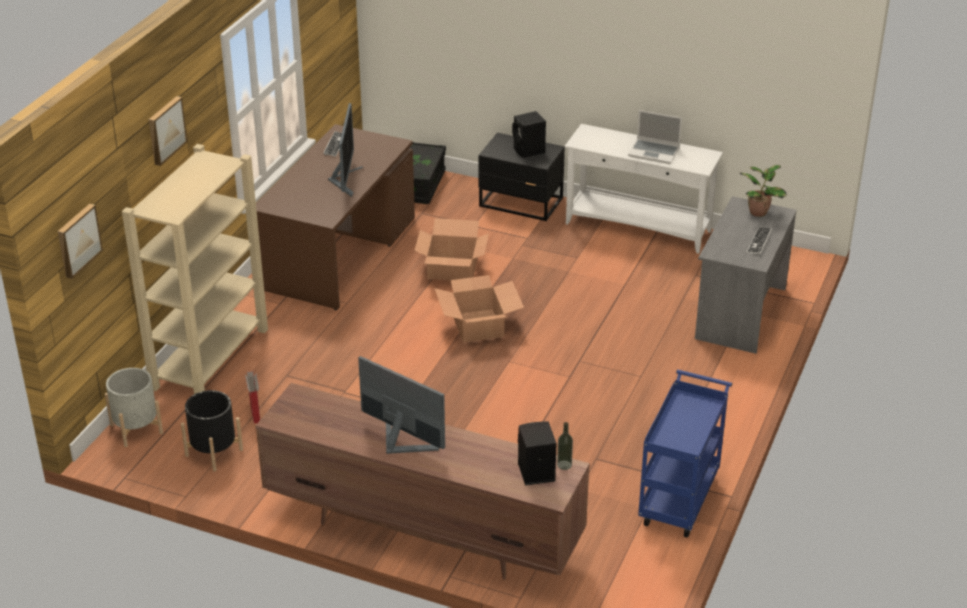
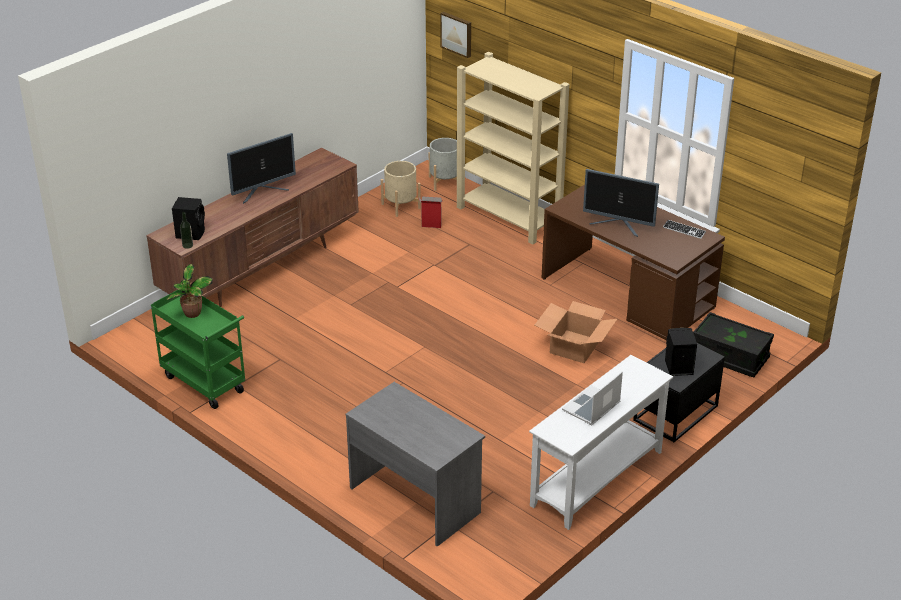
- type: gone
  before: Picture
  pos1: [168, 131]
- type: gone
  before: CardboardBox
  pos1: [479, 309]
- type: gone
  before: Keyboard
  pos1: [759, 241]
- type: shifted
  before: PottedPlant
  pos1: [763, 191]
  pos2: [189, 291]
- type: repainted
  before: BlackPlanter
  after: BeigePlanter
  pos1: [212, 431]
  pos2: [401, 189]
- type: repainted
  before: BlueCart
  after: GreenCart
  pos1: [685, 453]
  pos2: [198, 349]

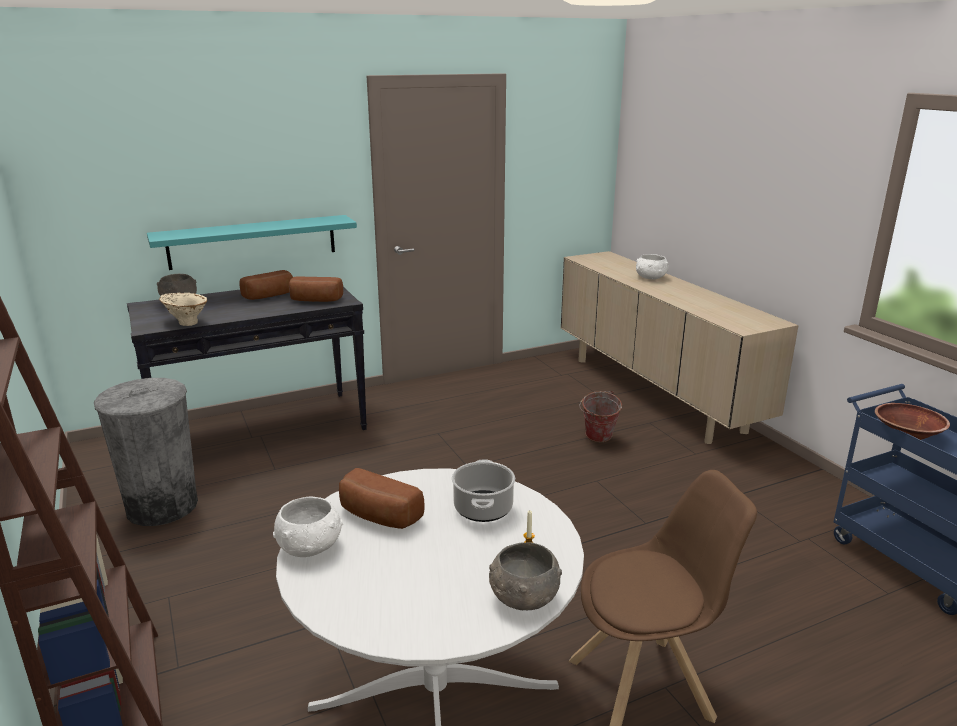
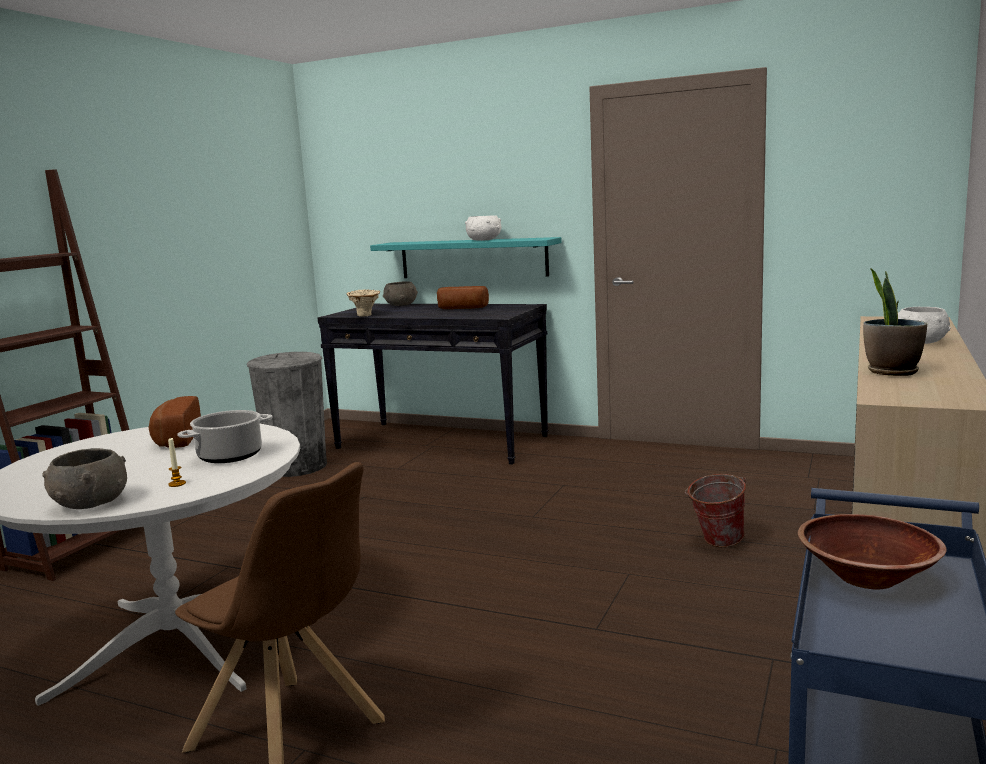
- type: gone
  before: Bread
  pos1: [316, 289]
- type: new
  after: PottedPlant
  pos2: [895, 322]
- type: shifted
  before: WhiteBowl
  pos1: [308, 526]
  pos2: [483, 228]

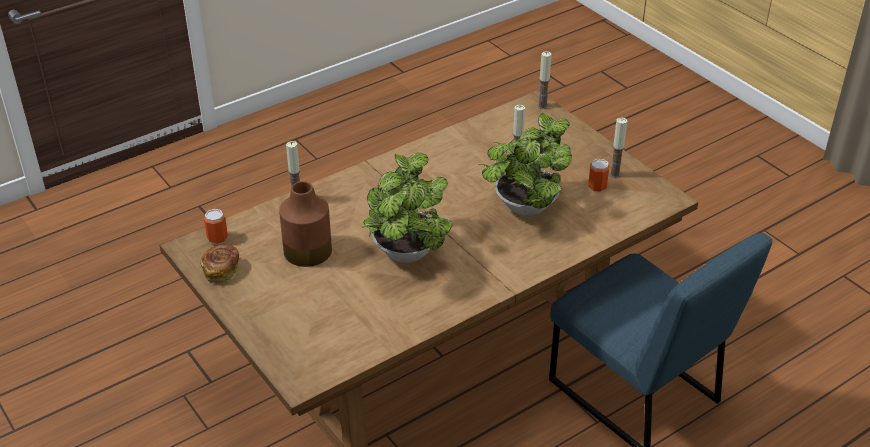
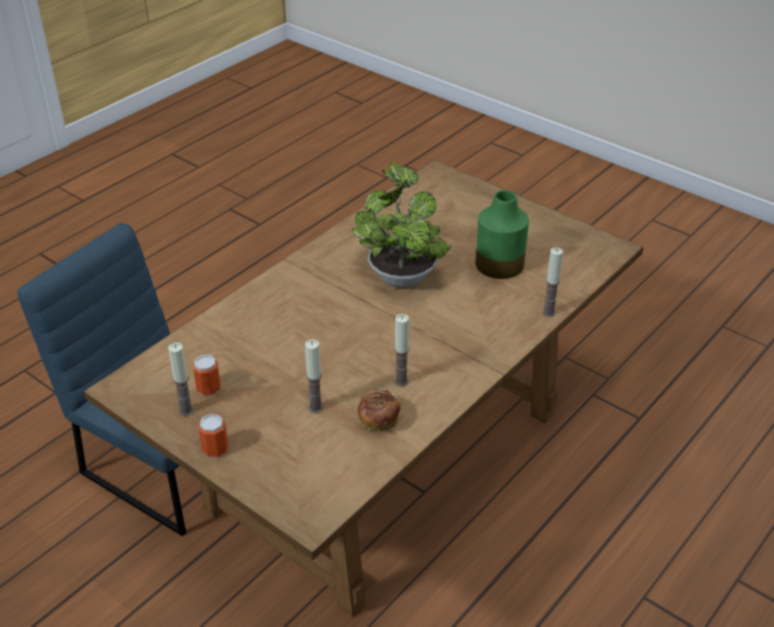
- type: gone
  before: PottedPlant
  pos1: [524, 164]
- type: shifted
  before: Bread
  pos1: [219, 263]
  pos2: [379, 409]
- type: shifted
  before: Can
  pos1: [216, 226]
  pos2: [213, 436]
- type: shifted
  before: Candle
  pos1: [544, 80]
  pos2: [401, 350]
- type: repainted
  before: BrownVase
  after: GreenVase
  pos1: [305, 224]
  pos2: [502, 234]

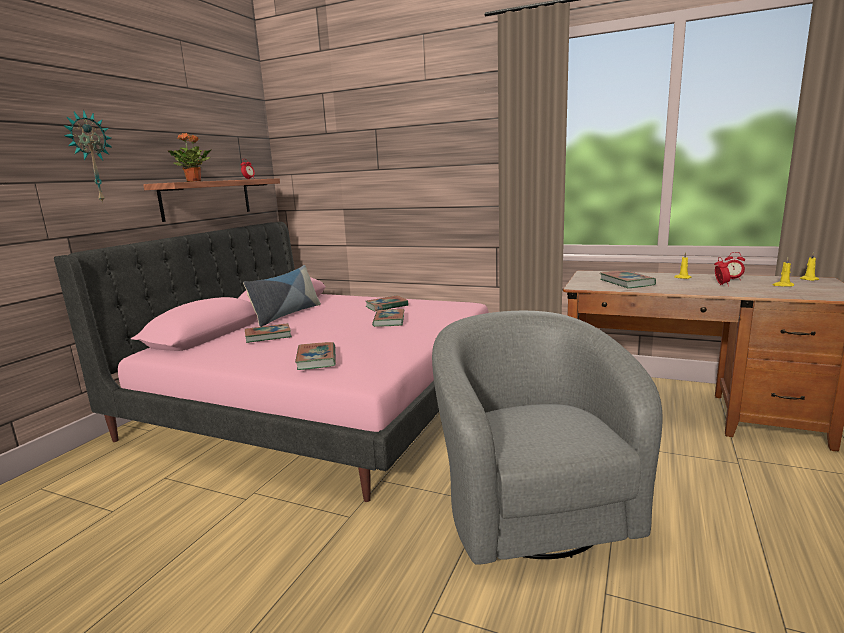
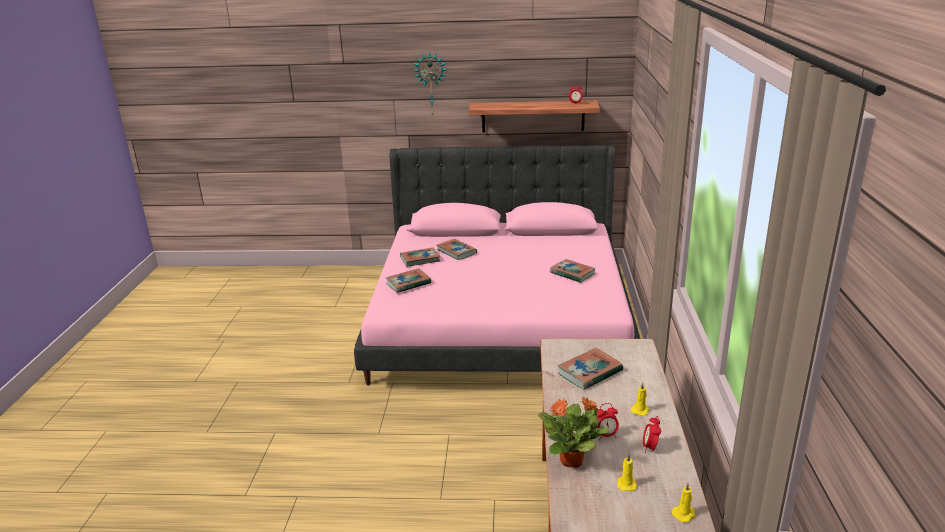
- type: gone
  before: Pillow
  pos1: [282, 296]
- type: gone
  before: GreyArmchair
  pos1: [547, 438]
- type: shifted
  before: PottedPlant
  pos1: [189, 157]
  pos2: [573, 432]
- type: shifted
  before: Book
  pos1: [388, 318]
  pos2: [420, 257]

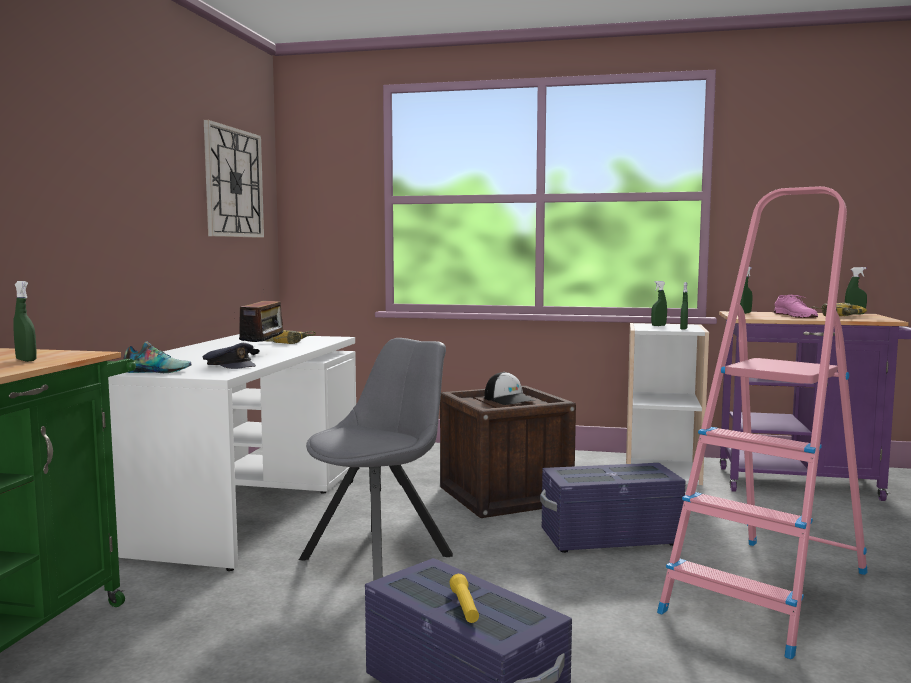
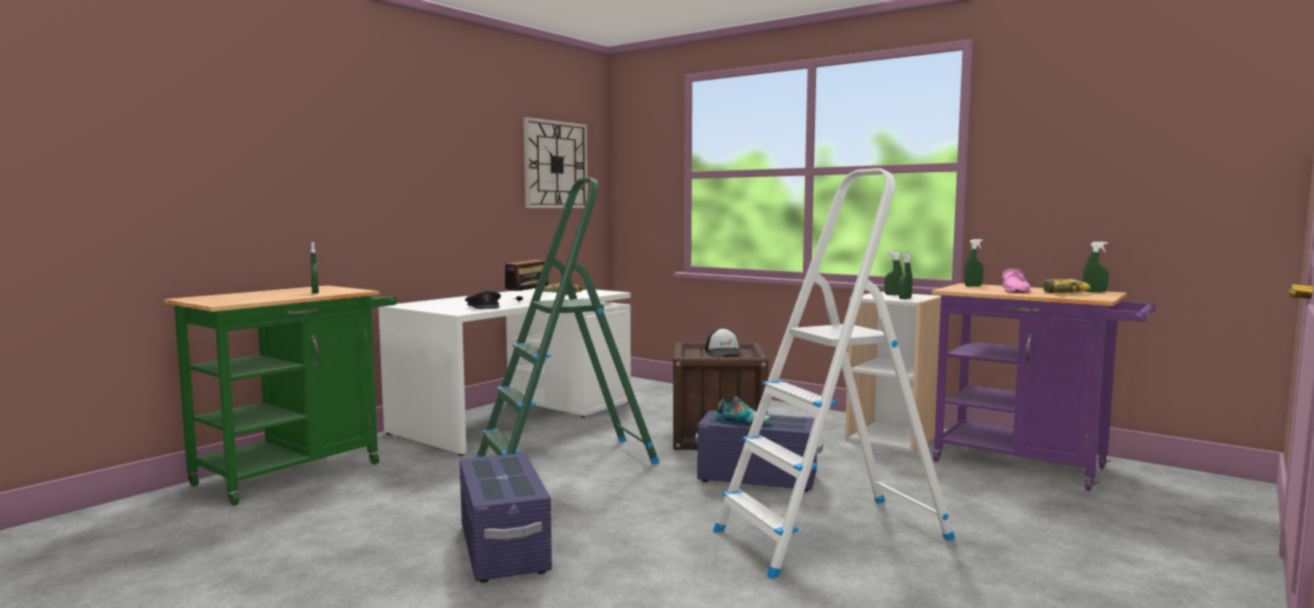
- type: gone
  before: YellowFlashlight
  pos1: [464, 598]
- type: shifted
  before: Shoe
  pos1: [157, 357]
  pos2: [743, 410]
- type: swapped
  before: GreyChair
  after: GreenStepLadder
  pos1: [376, 459]
  pos2: [568, 320]
- type: repainted
  before: PinkStepLadder
  after: WhiteStepLadder
  pos1: [762, 422]
  pos2: [834, 373]

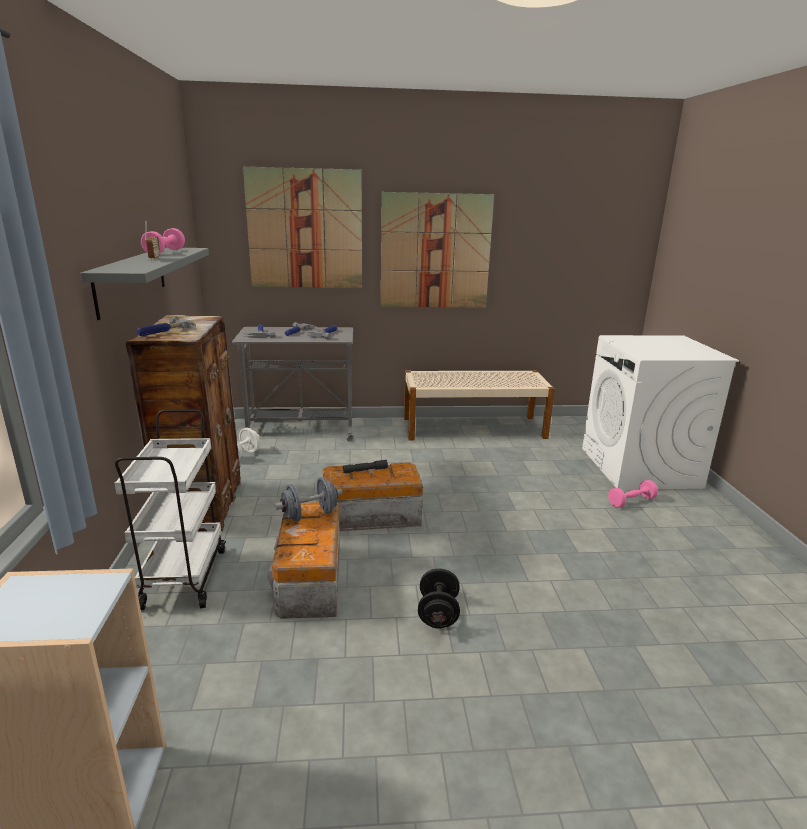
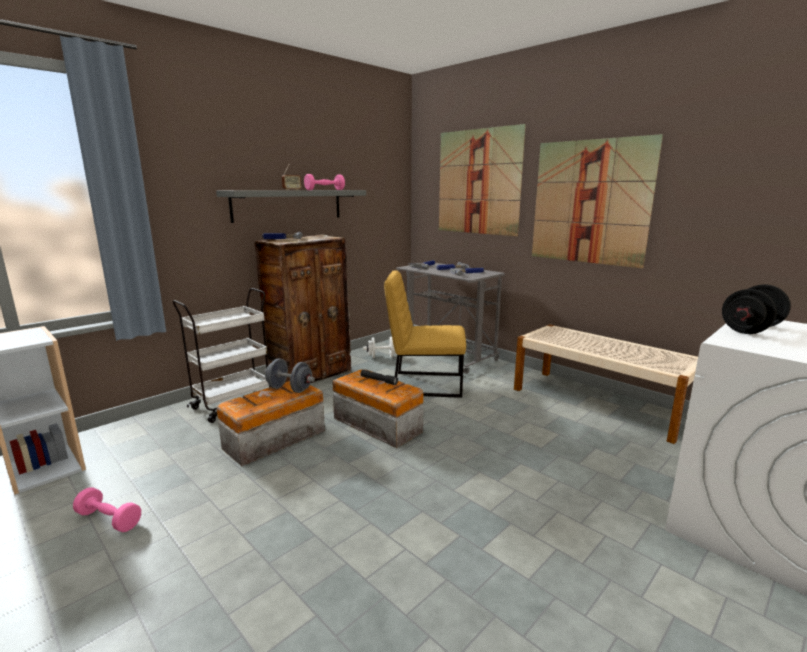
- type: new
  after: YellowChair
  pos2: [425, 334]
- type: shifted
  before: BlackDumbbell
  pos1: [439, 599]
  pos2: [756, 309]
- type: shifted
  before: PinkDumbbell
  pos1: [633, 494]
  pos2: [107, 510]

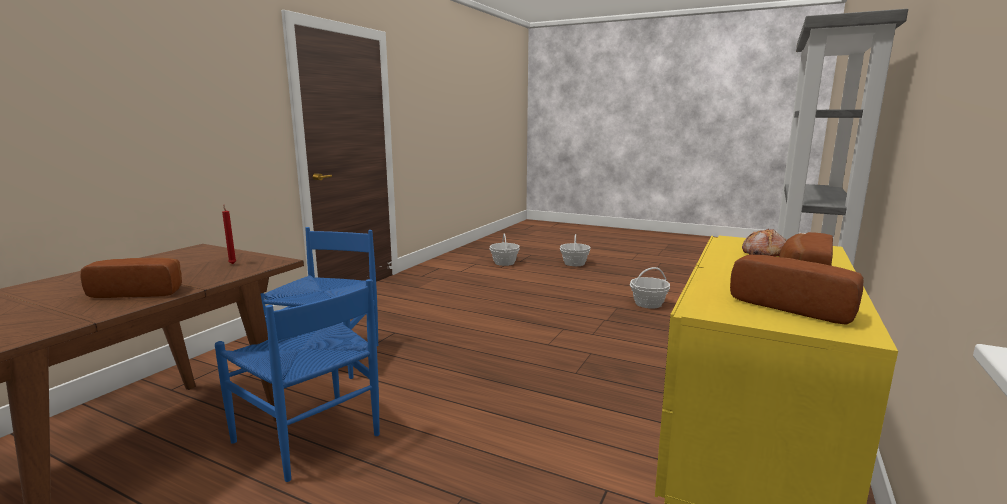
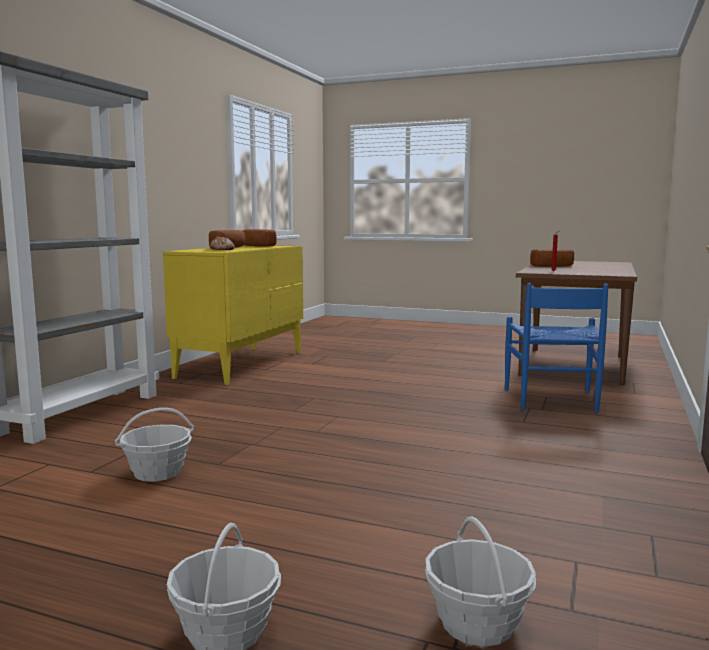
- type: gone
  before: BlueChair
  pos1: [297, 380]

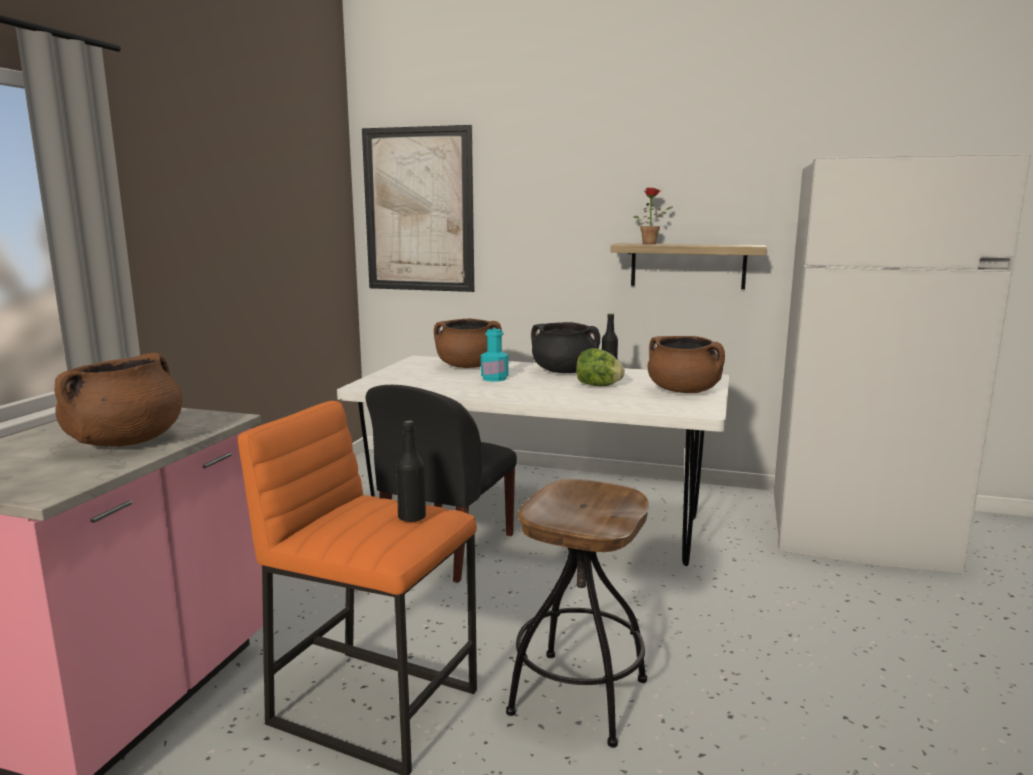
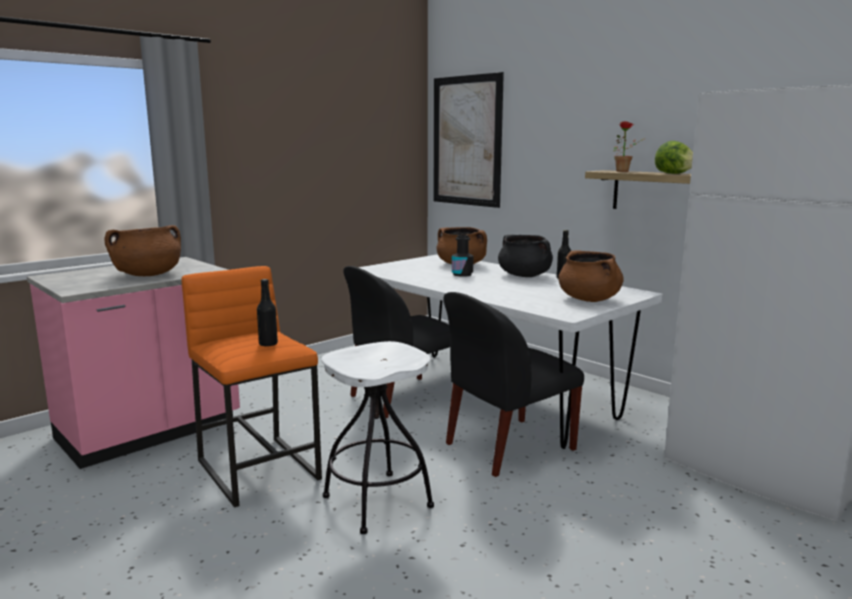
- type: new
  after: BlackChair
  pos2: [513, 384]
- type: shifted
  before: Lettuce
  pos1: [600, 367]
  pos2: [674, 157]
- type: repainted
  before: TurquoiseBottle
  after: BlackBottle
  pos1: [494, 355]
  pos2: [463, 256]
- type: repainted
  before: BrownStool
  after: WhiteStool
  pos1: [577, 613]
  pos2: [377, 437]

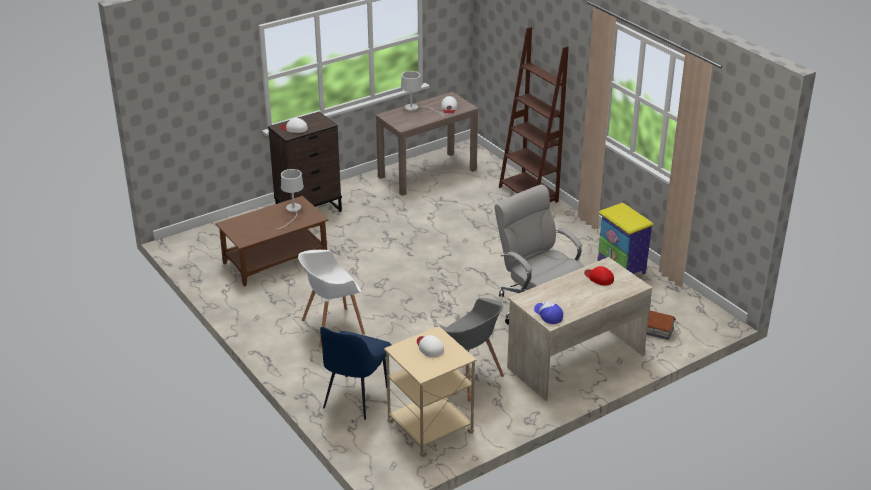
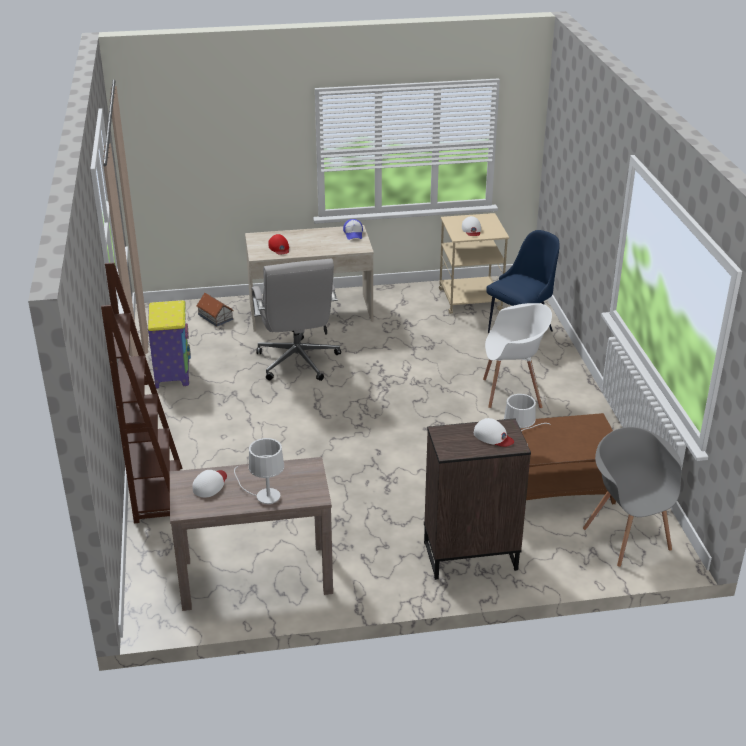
- type: shifted
  before: GreyChair
  pos1: [470, 350]
  pos2: [632, 497]

